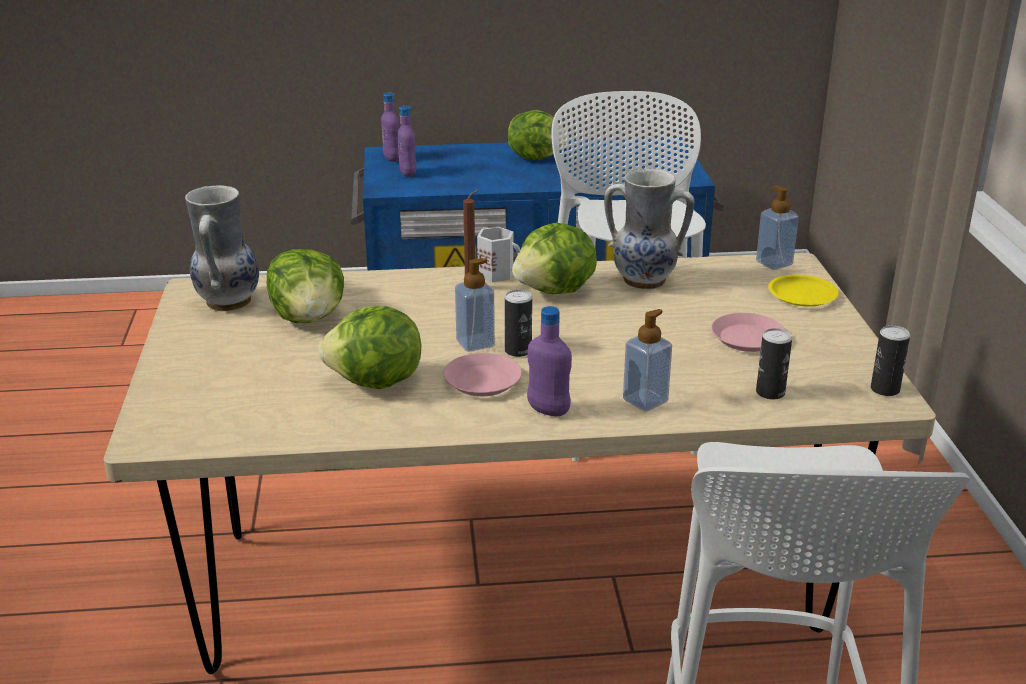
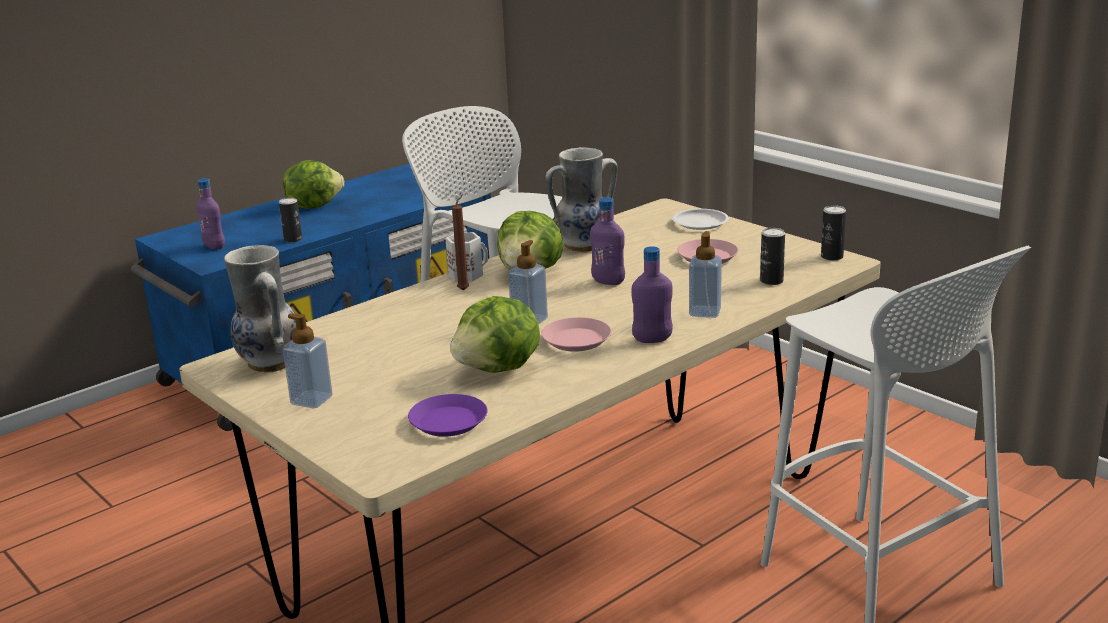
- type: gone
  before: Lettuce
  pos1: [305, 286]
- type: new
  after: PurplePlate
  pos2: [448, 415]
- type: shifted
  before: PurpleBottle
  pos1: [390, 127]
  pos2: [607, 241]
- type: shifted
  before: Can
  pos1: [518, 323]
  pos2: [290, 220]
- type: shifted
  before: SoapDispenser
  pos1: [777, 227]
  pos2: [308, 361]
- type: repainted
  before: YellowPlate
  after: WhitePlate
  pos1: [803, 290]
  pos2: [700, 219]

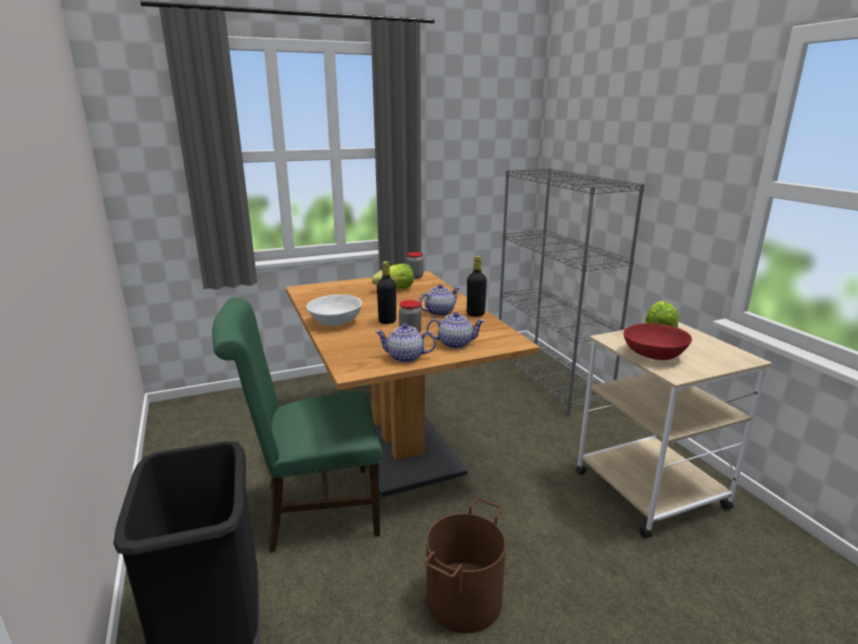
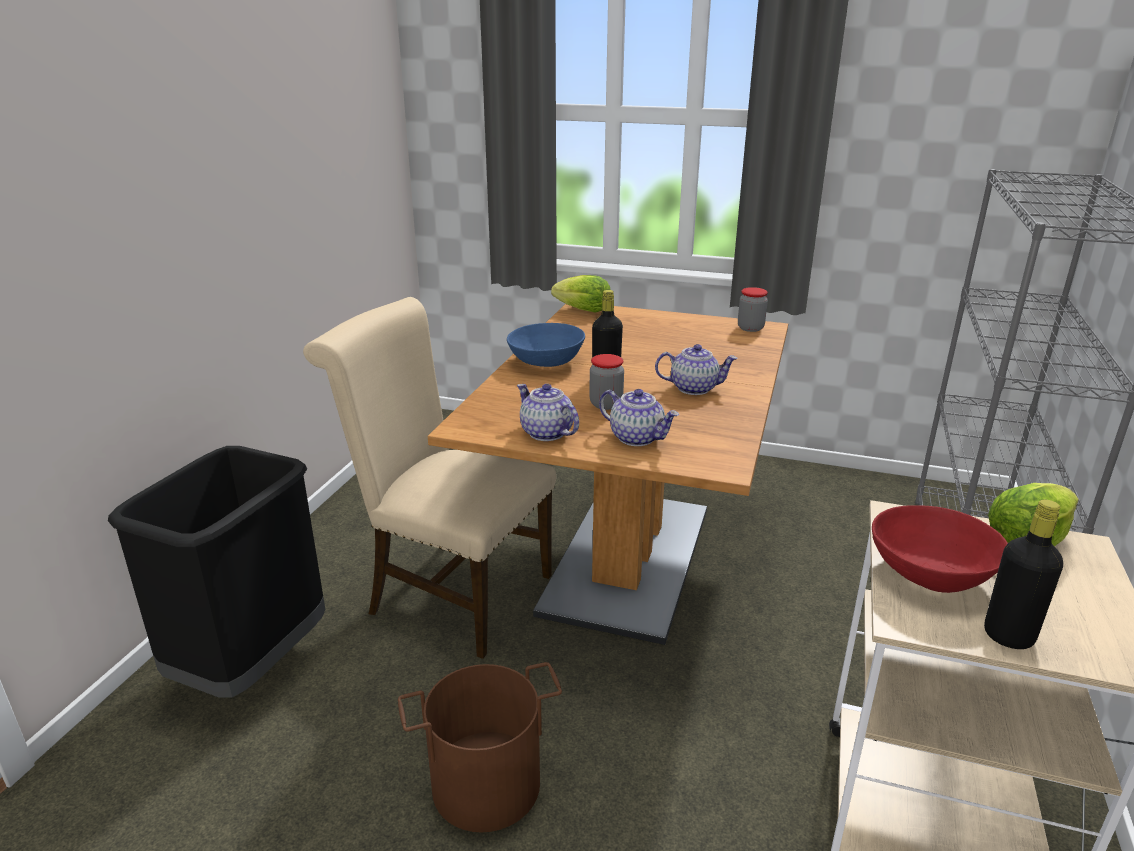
- type: shifted
  before: Lettuce
  pos1: [393, 276]
  pos2: [581, 294]
- type: shifted
  before: BlackBottle
  pos1: [477, 286]
  pos2: [1023, 574]
- type: repainted
  before: GreenChair
  after: BeigeChair
  pos1: [297, 425]
  pos2: [429, 478]
- type: repainted
  before: WhiteBowl
  after: BlueBowl
  pos1: [334, 310]
  pos2: [546, 345]

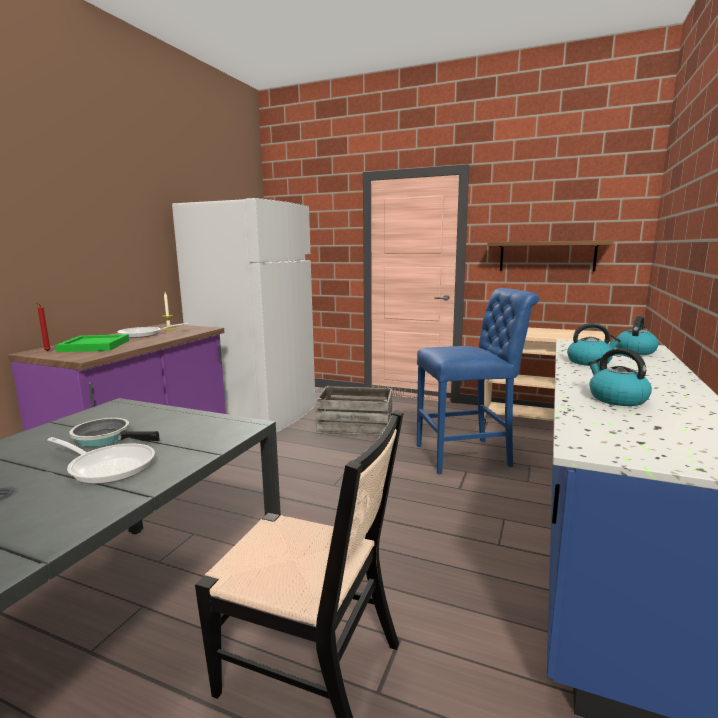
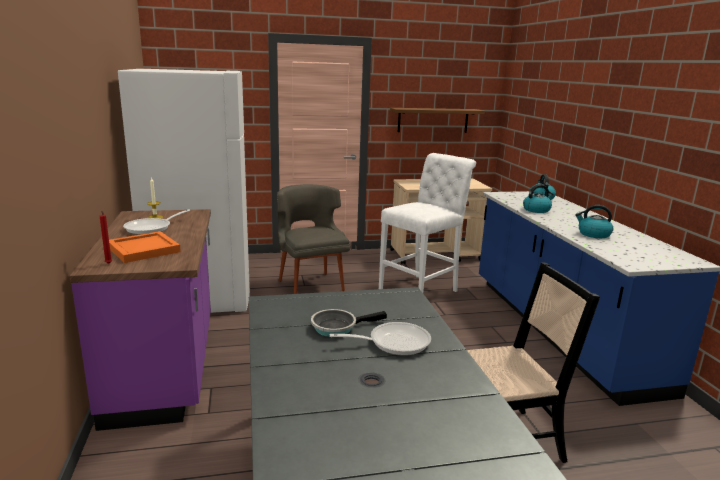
- type: swapped
  before: Crate
  after: GreyChair
  pos1: [353, 411]
  pos2: [313, 239]
- type: repainted
  before: GreenTray
  after: OrangeTray
  pos1: [92, 343]
  pos2: [145, 247]
- type: repainted
  before: BlueStool
  after: WhiteStool
  pos1: [478, 381]
  pos2: [427, 223]

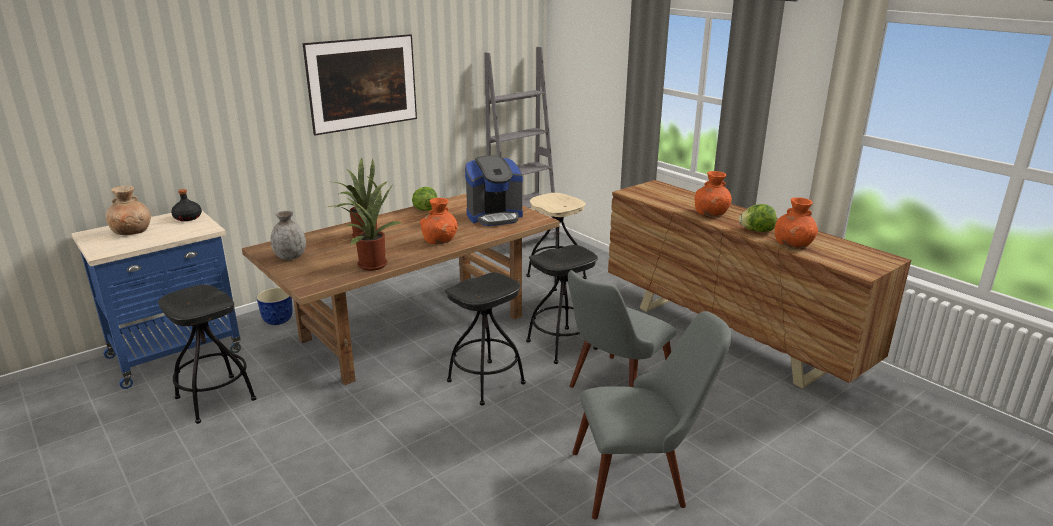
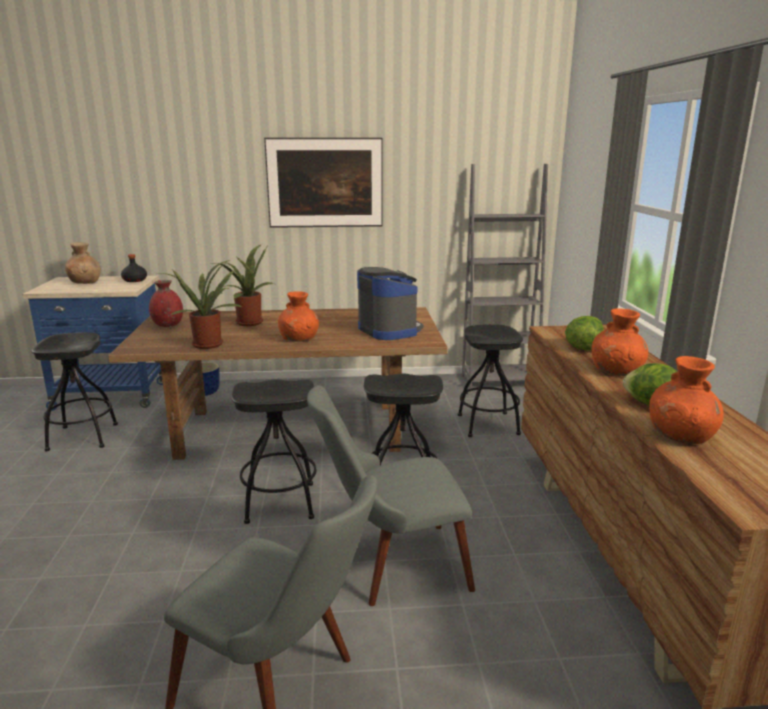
- type: shifted
  before: Lettuce
  pos1: [424, 199]
  pos2: [584, 333]
- type: repainted
  before: GreyVase
  after: RedVase
  pos1: [288, 235]
  pos2: [166, 303]
- type: repainted
  before: BeigeStool
  after: BlackStool
  pos1: [557, 242]
  pos2: [490, 380]
- type: rotated
  before: CoffeeMachine
  pos1: [494, 190]
  pos2: [390, 303]
  turn: -135

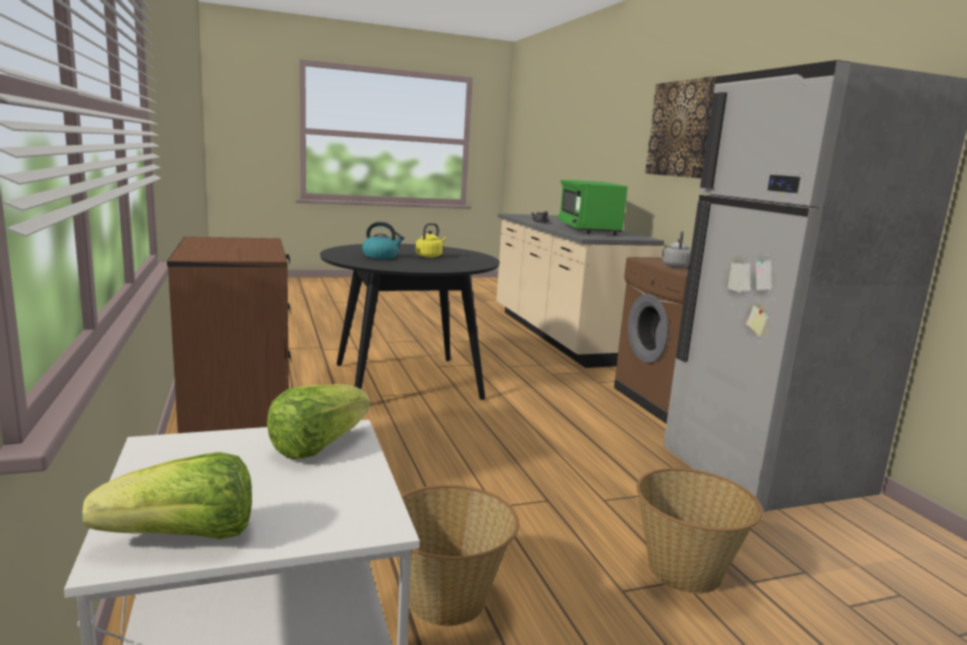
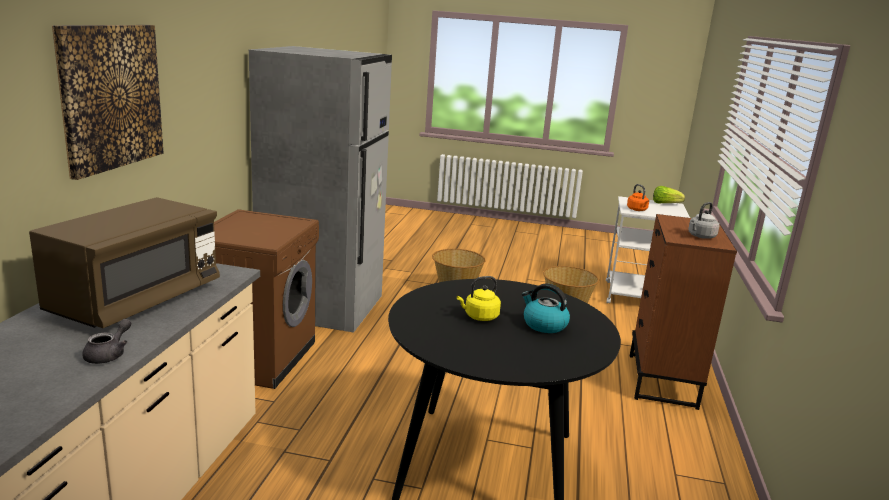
- type: shifted
  before: GreyKettle
  pos1: [676, 249]
  pos2: [703, 220]
- type: swapped
  before: Lettuce
  after: OrangeKettle
  pos1: [319, 421]
  pos2: [638, 197]
- type: repainted
  before: GreenMicrowave
  after: BrownMicrowave
  pos1: [592, 208]
  pos2: [124, 262]

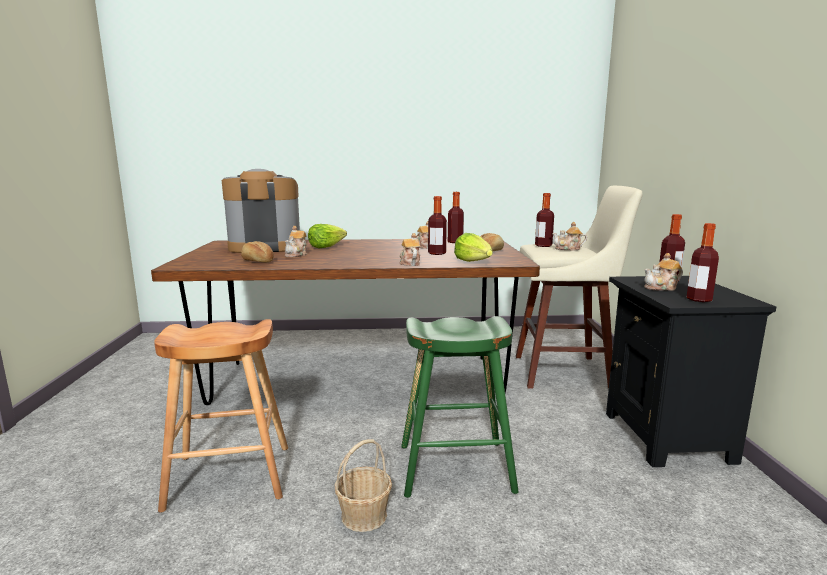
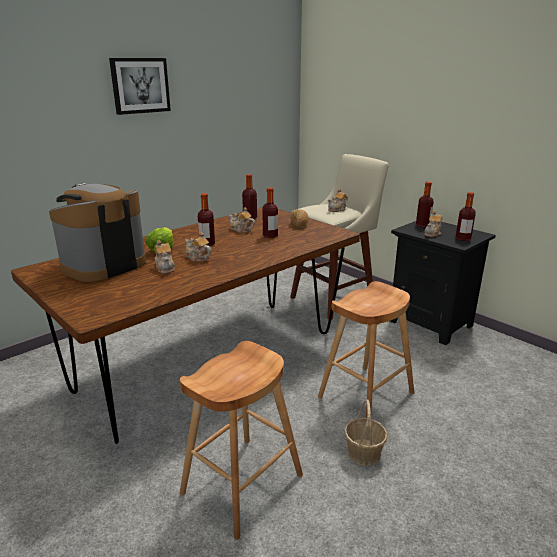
- type: gone
  before: Bread
  pos1: [257, 251]
- type: gone
  before: Lettuce
  pos1: [473, 247]
- type: new
  after: Picture
  pos2: [140, 86]
- type: shifted
  before: Teapot
  pos1: [410, 249]
  pos2: [198, 247]
- type: shifted
  before: Bottle
  pos1: [544, 220]
  pos2: [206, 219]
- type: repainted
  before: GreenStool
  after: BrownStool
  pos1: [460, 407]
  pos2: [366, 349]

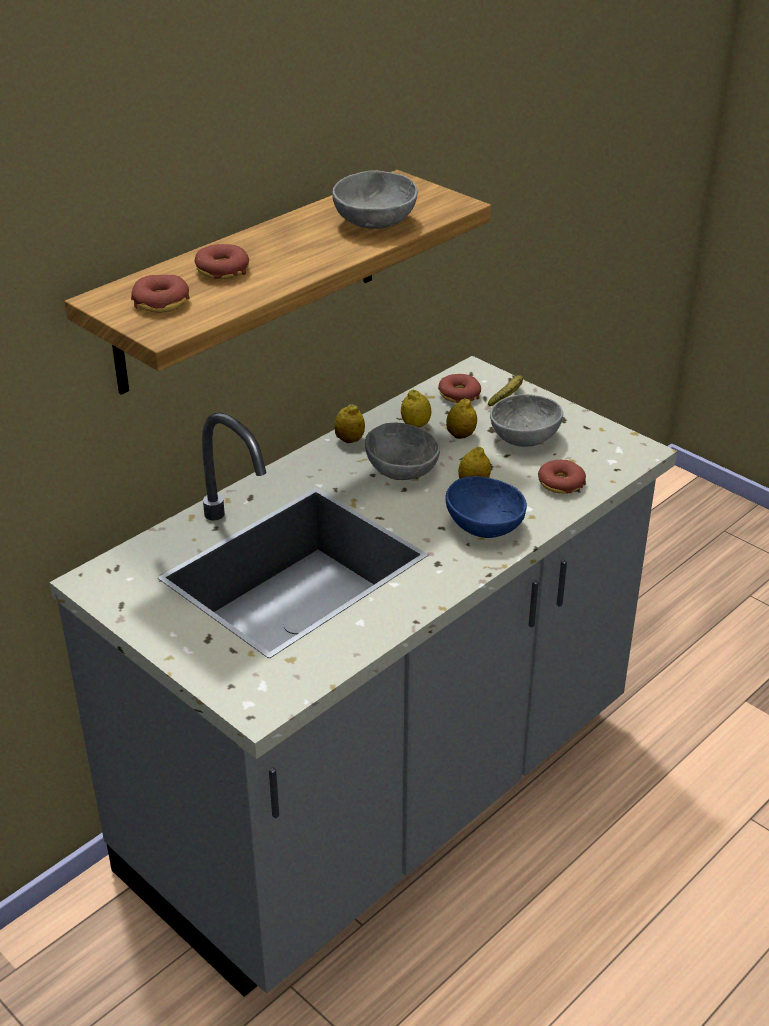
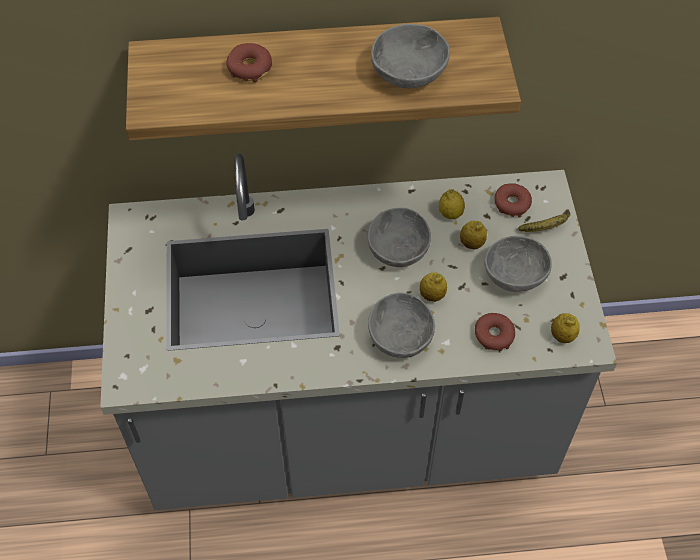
- type: gone
  before: Donut
  pos1: [160, 294]
- type: shifted
  before: Lemon
  pos1: [349, 423]
  pos2: [565, 328]
- type: repainted
  before: BlueBowl
  after: GreyBowl
  pos1: [486, 507]
  pos2: [401, 325]

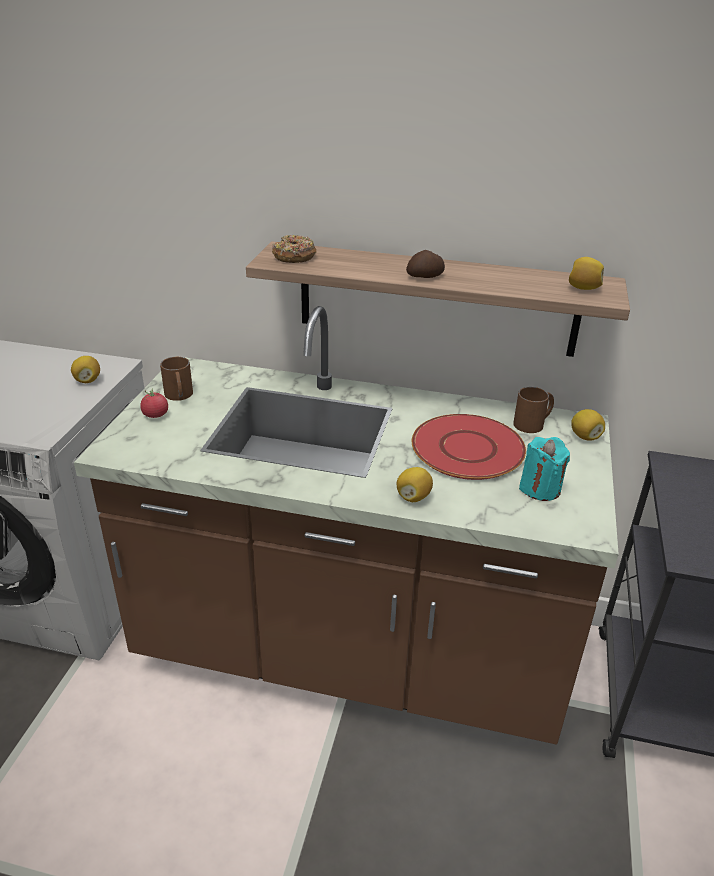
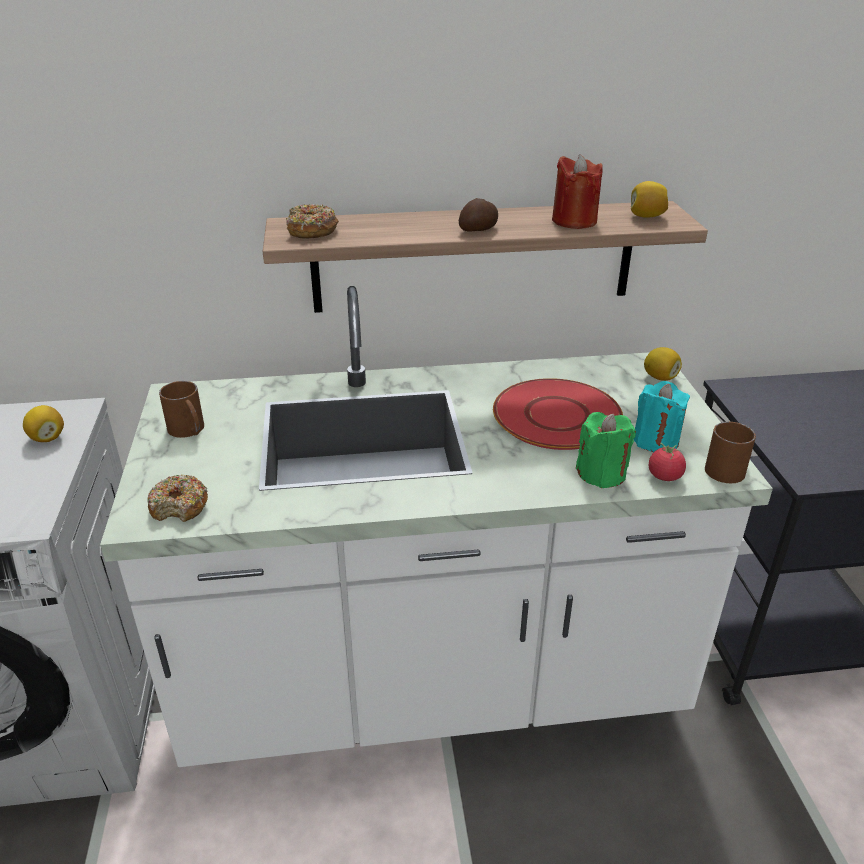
- type: gone
  before: Lemon
  pos1: [414, 484]
- type: new
  after: Donut
  pos2: [178, 498]
- type: new
  after: RedCandle
  pos2: [577, 191]
- type: new
  after: GreenCandle
  pos2: [606, 450]
- type: shifted
  before: Tomato
  pos1: [154, 403]
  pos2: [667, 462]
- type: shifted
  before: BrownMug
  pos1: [533, 410]
  pos2: [730, 452]
- type: repainted
  before: BrownCounter
  after: WhiteCounter
  pos1: [346, 525]
  pos2: [436, 526]

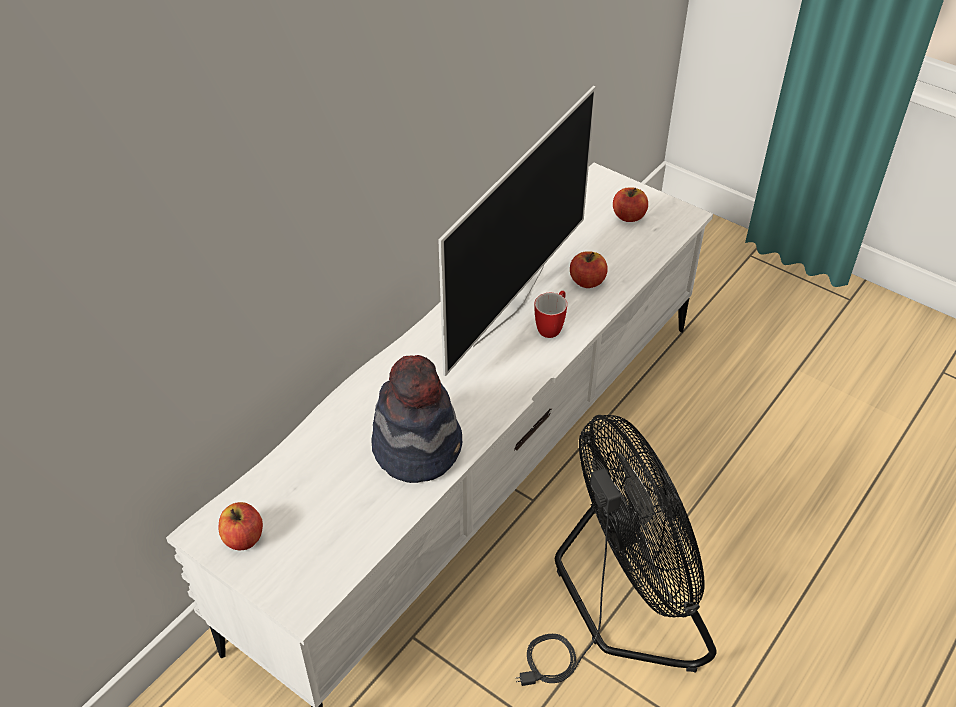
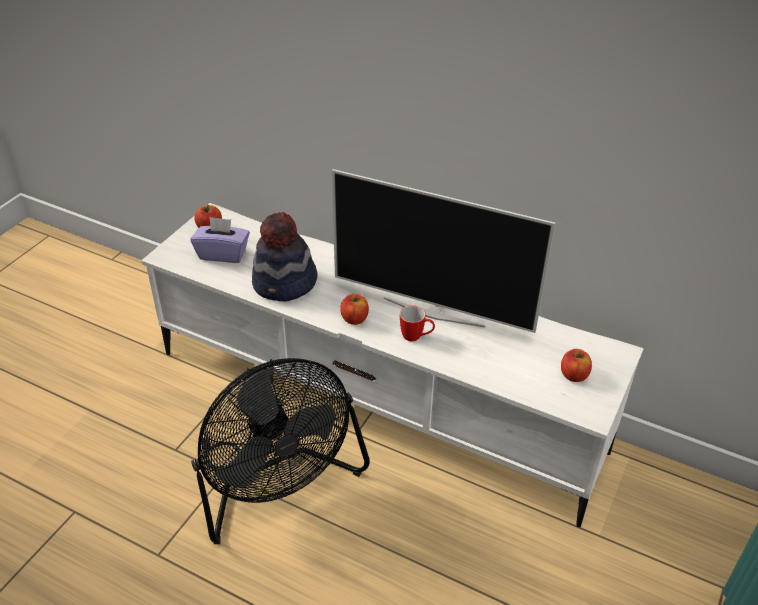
- type: new
  after: PurpleTissueBox
  pos2: [220, 240]
- type: shifted
  before: Apple
  pos1: [589, 269]
  pos2: [354, 309]

